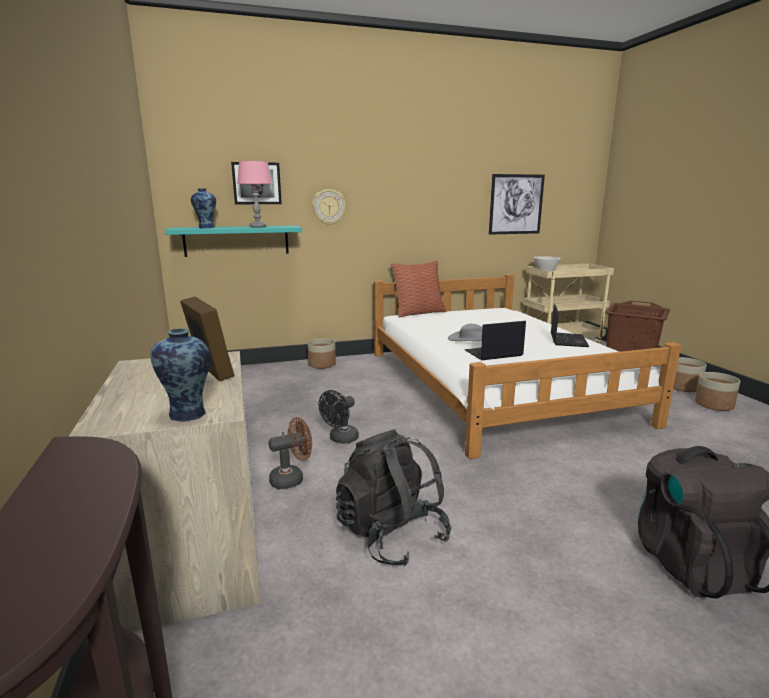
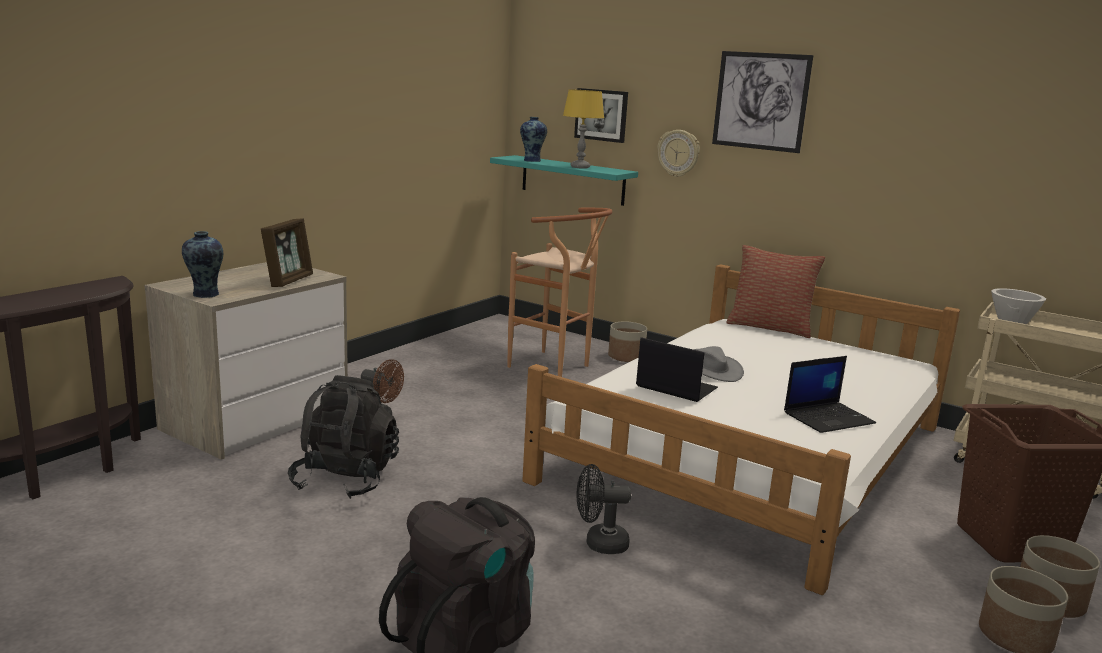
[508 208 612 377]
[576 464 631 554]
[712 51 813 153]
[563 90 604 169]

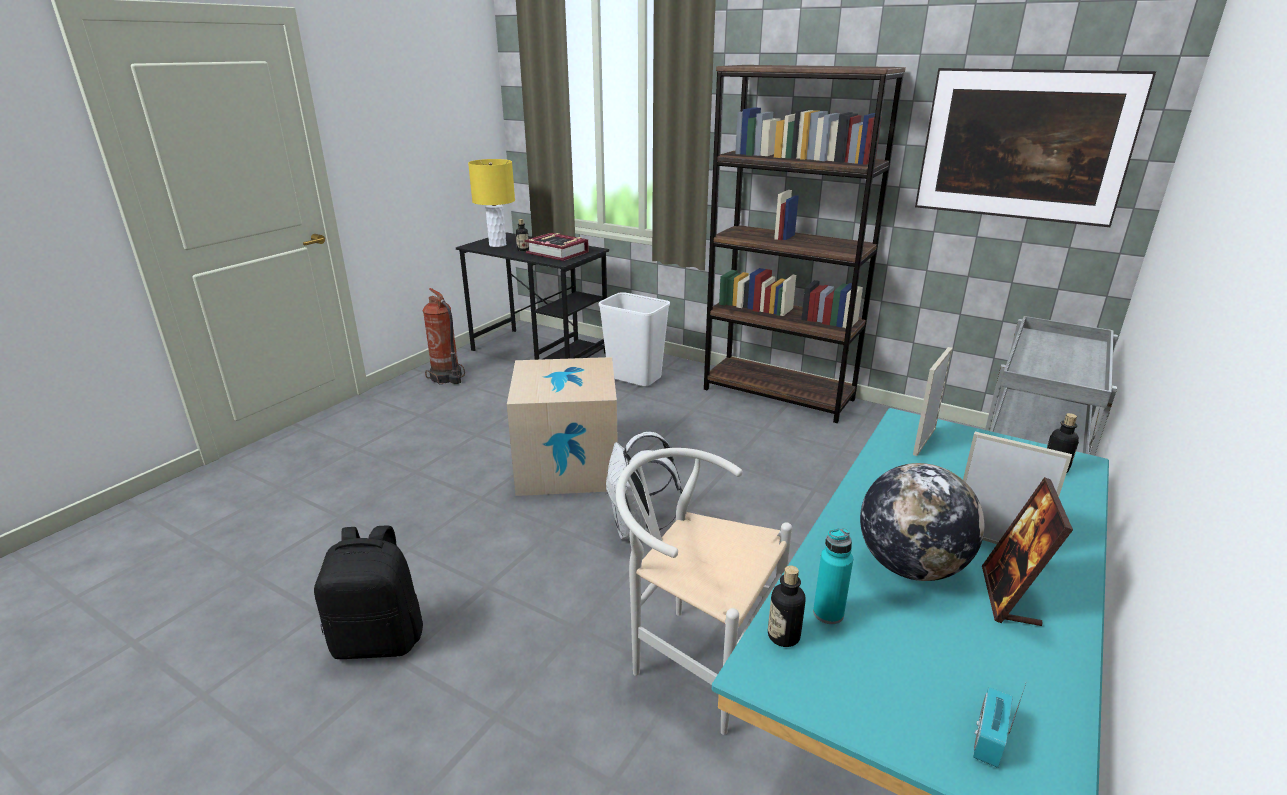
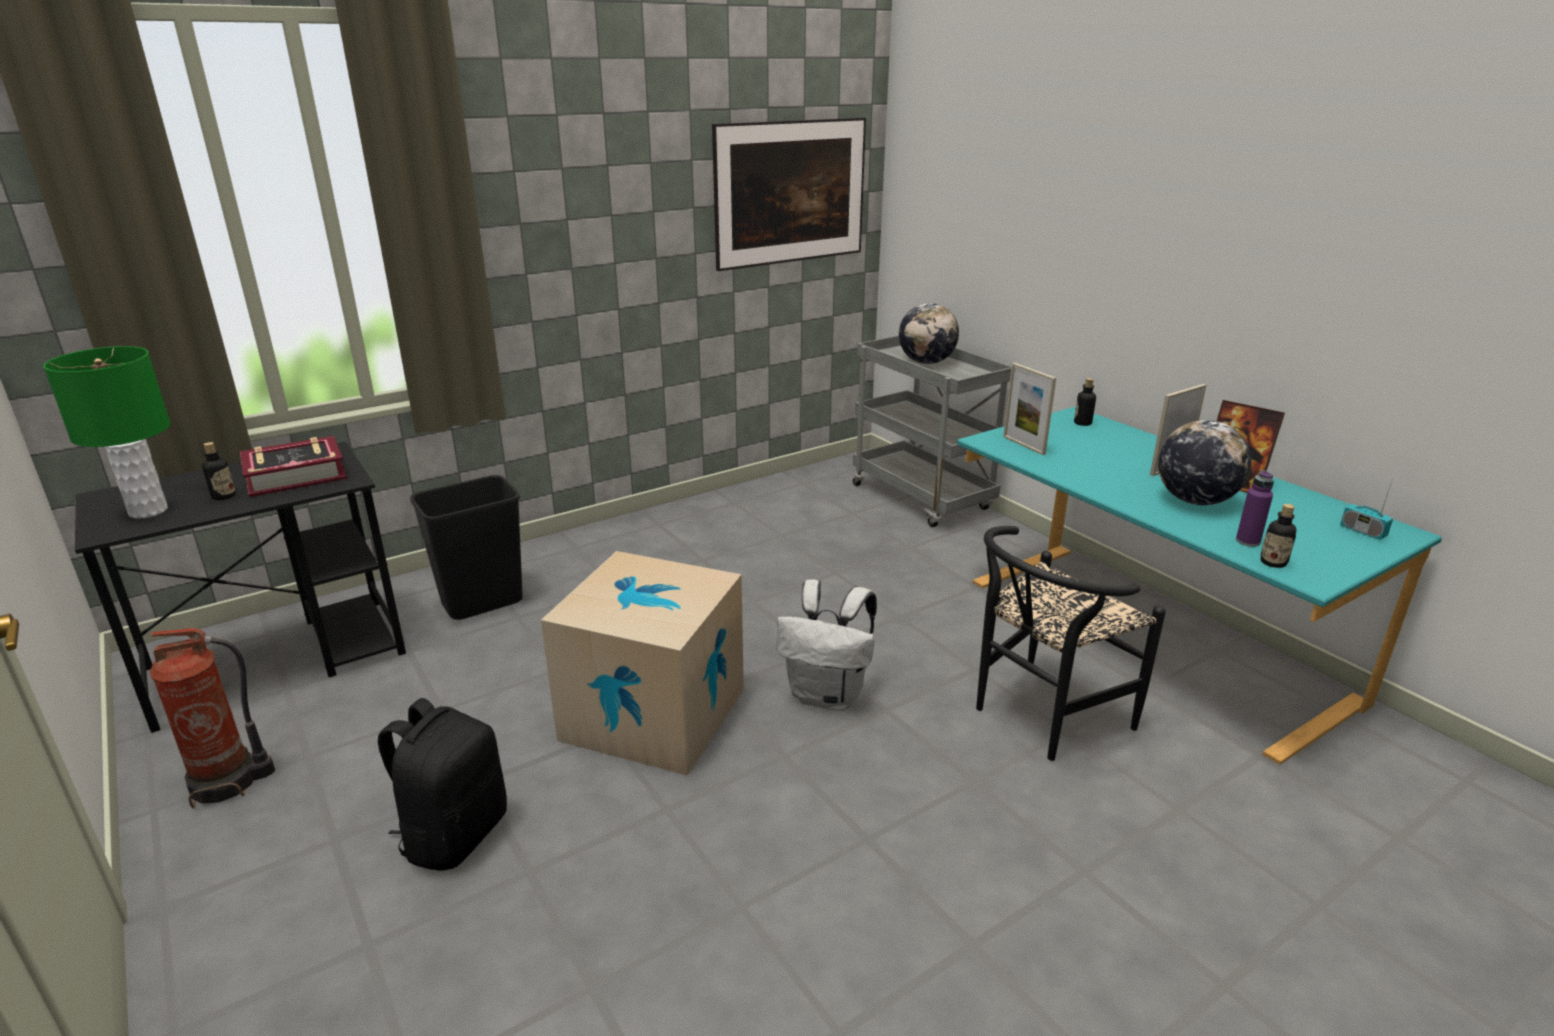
[704 65 906 423] (first image)
[899 303 959 364]
[378 698 507 871]
[43 346 171 519]
[410 475 523 620]
[976 526 1166 761]
[1236 470 1274 547]

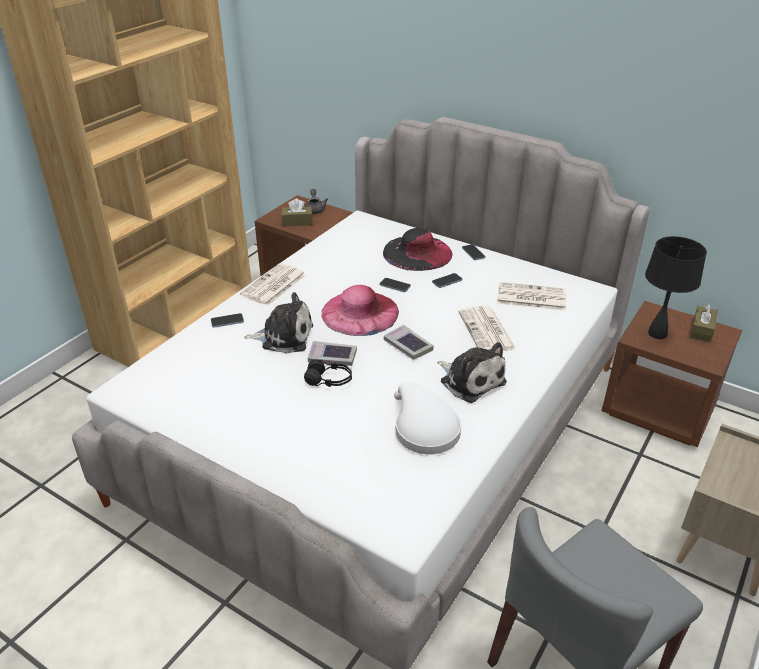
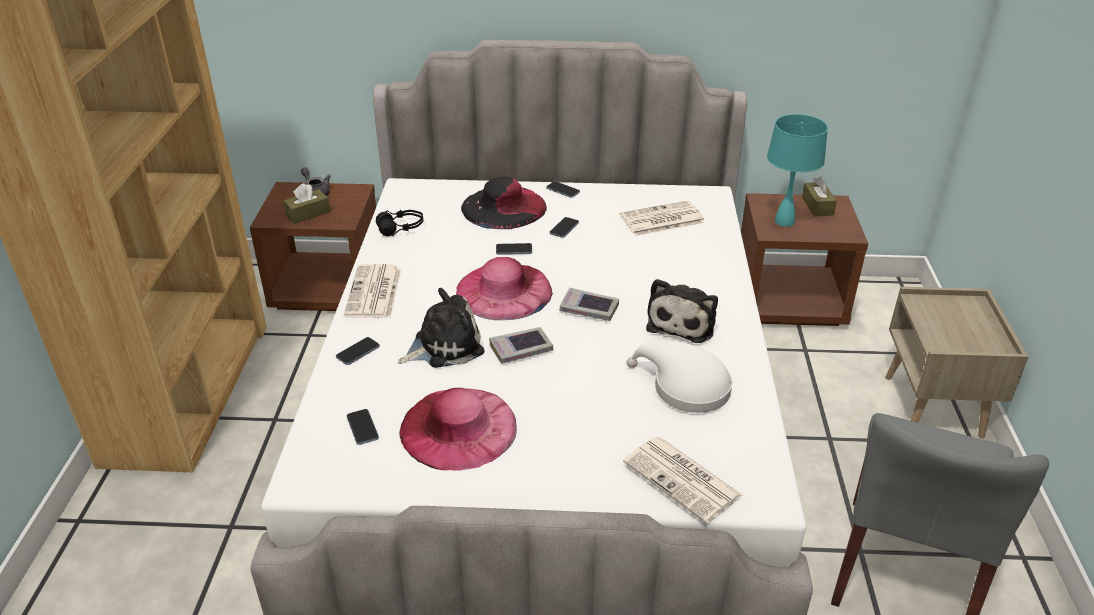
[347 409 379 445]
[399 388 517 471]
[376 210 423 236]
[623 437 743 523]
[767 114 828 227]
[646 279 718 343]

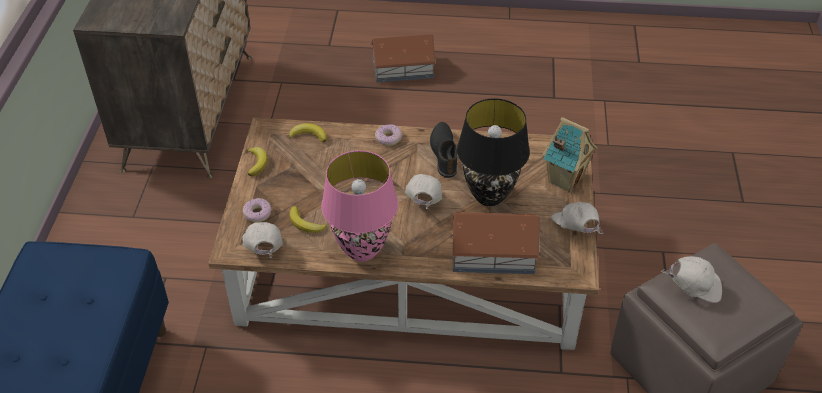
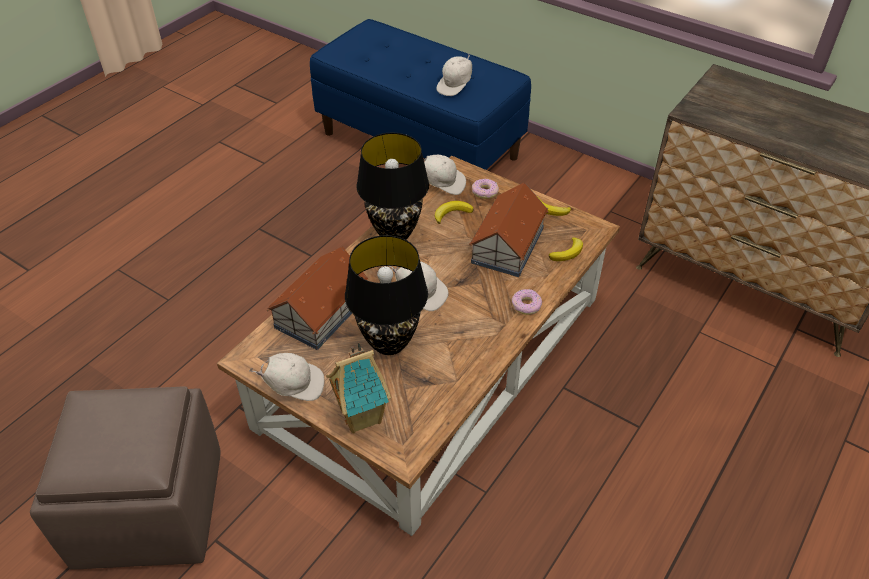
[430 122 457 178] (first image)
[469 182 548 277]
[436 54 472 96]
[356 133 429 240]

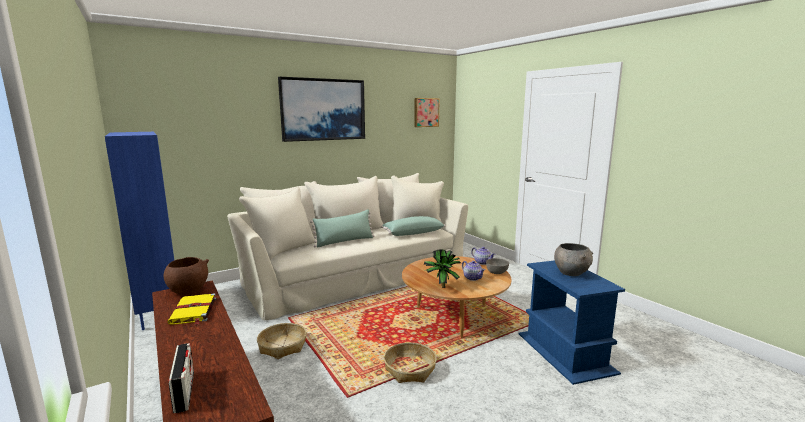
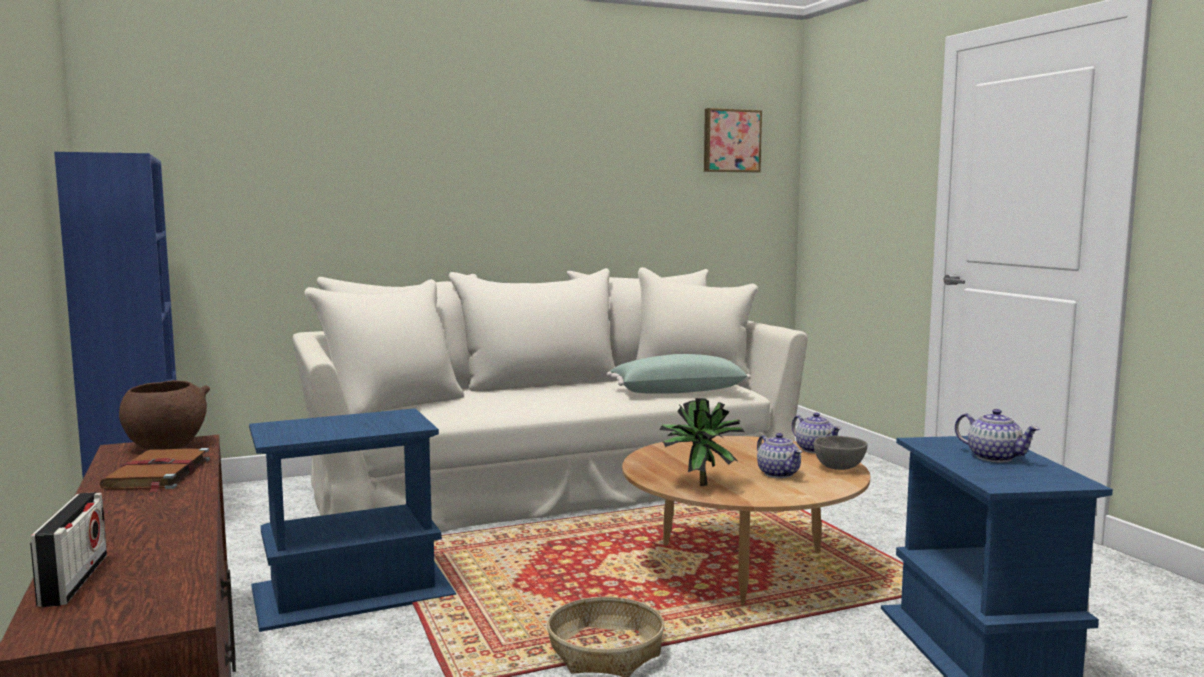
[278 77 365 142] (first image)
[310 209 374 248] (first image)
[249 408 456 632]
[955 409 1040 462]
[100 448 210 492]

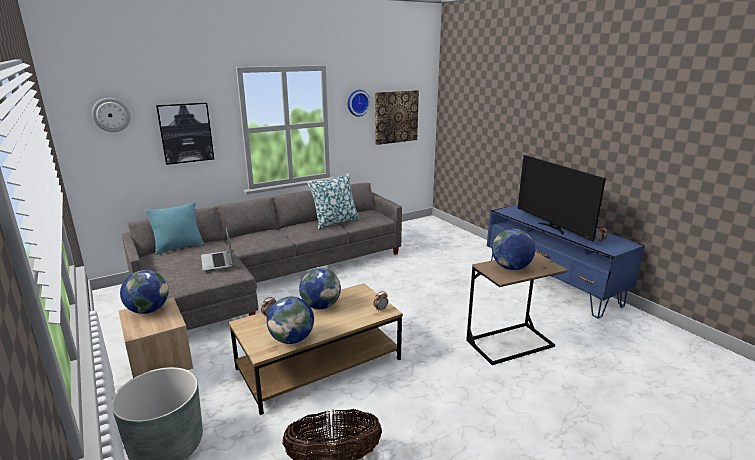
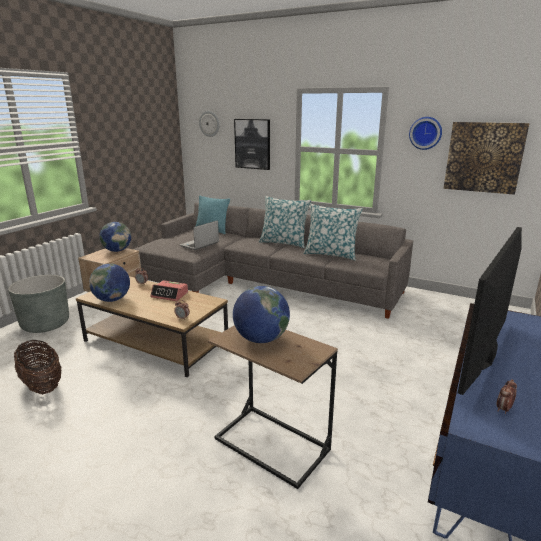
[259 196 311 248]
[150 280 188 301]

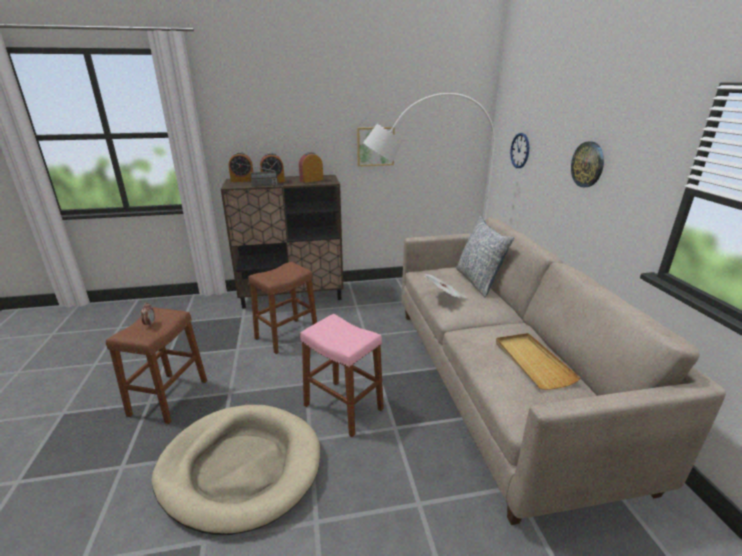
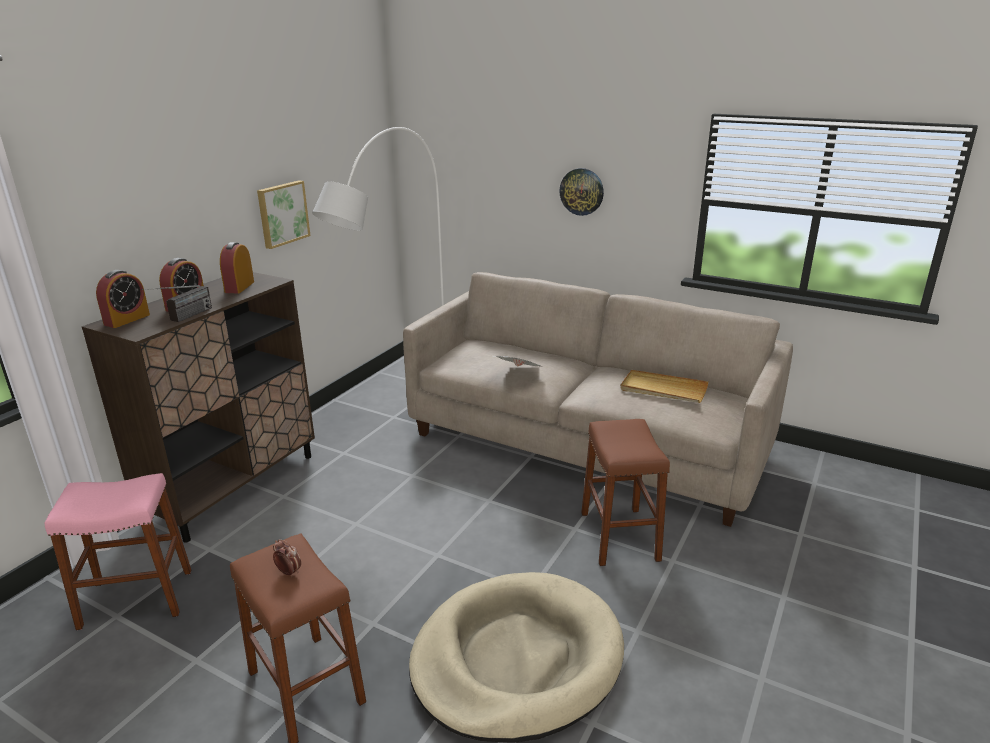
[456 216 514 297] (first image)
[510 133 529 168] (first image)
[581 419 670 566]
[45 473 191 630]

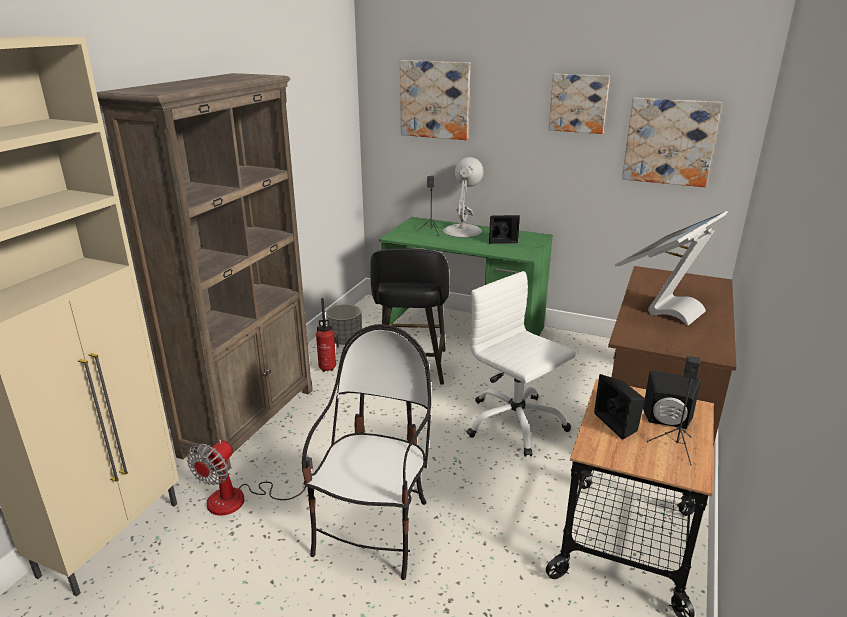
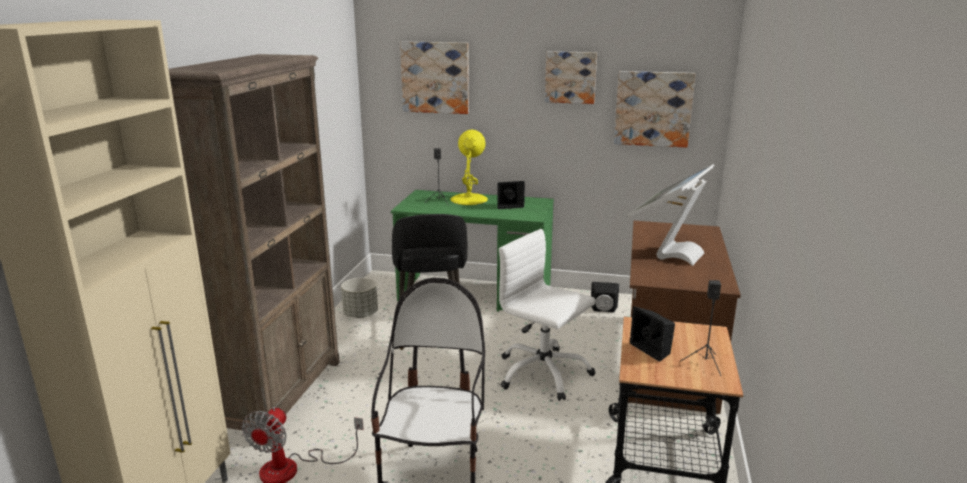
[316 298 338 372] (first image)
[591 282 619 313]
[450 130 488 205]

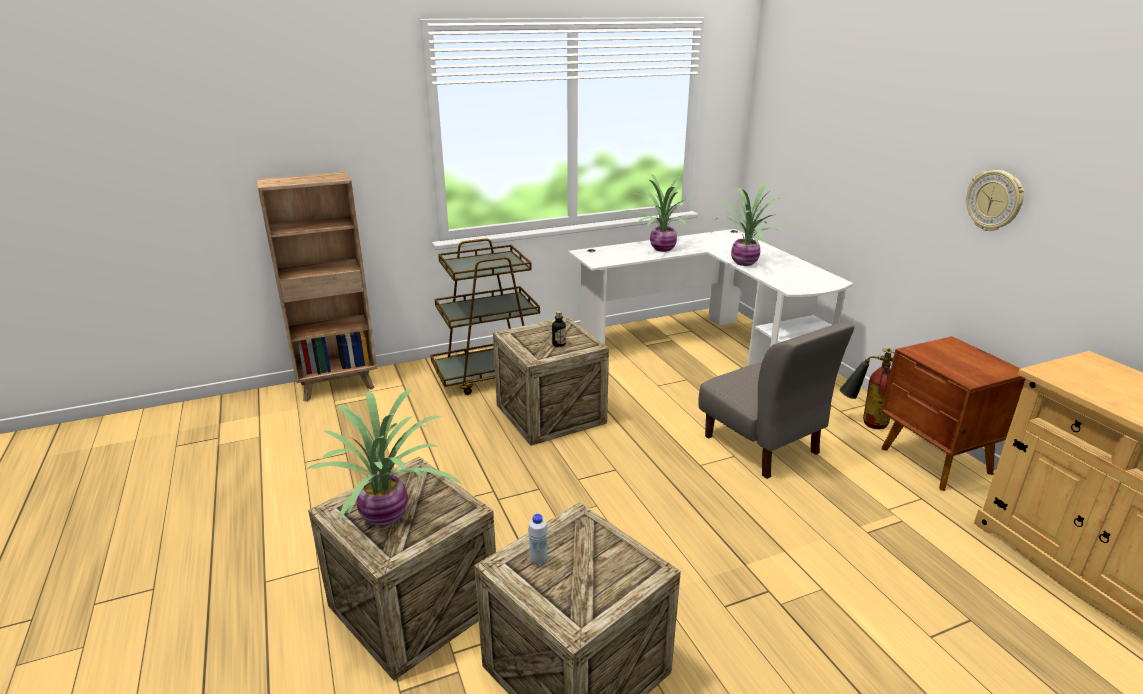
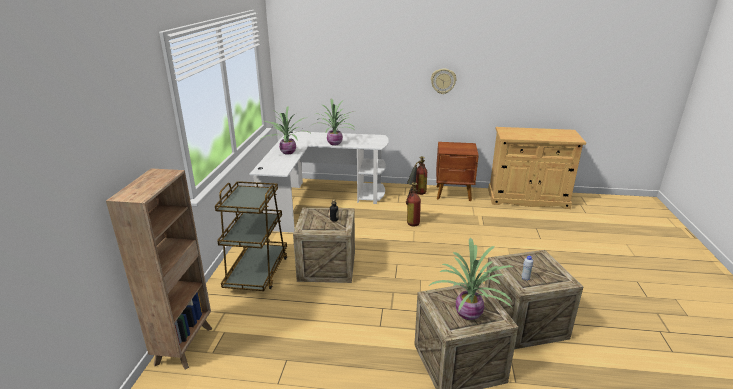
[406 182 421 226]

